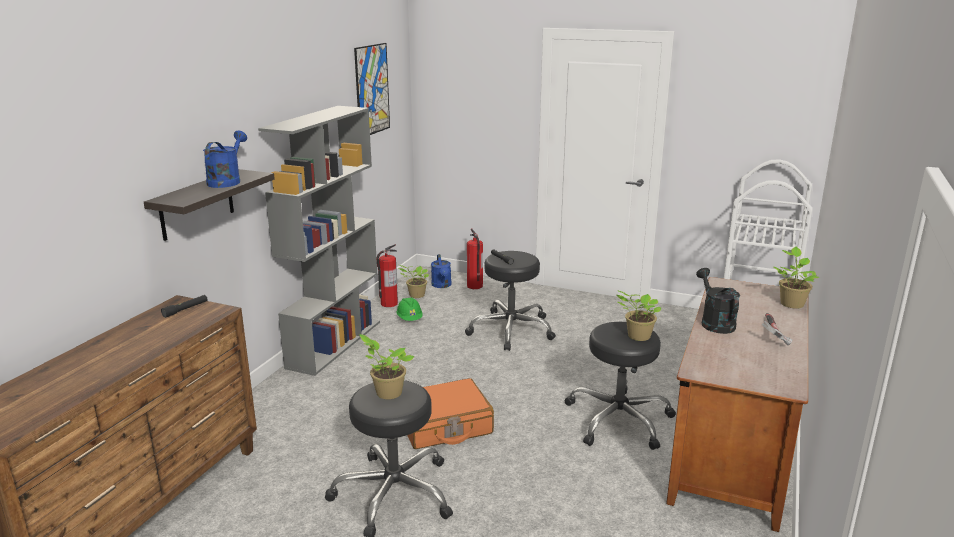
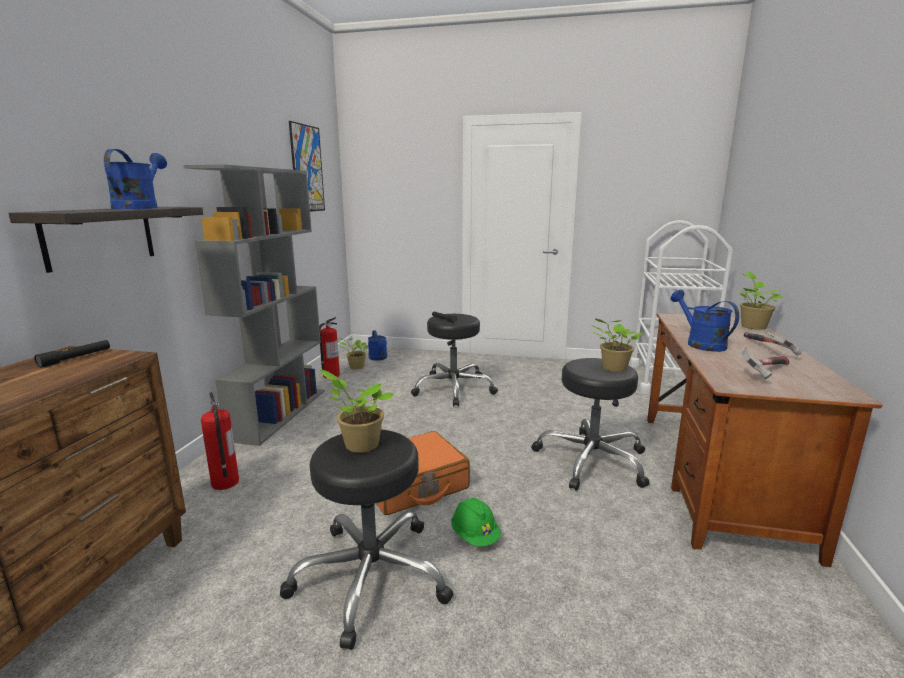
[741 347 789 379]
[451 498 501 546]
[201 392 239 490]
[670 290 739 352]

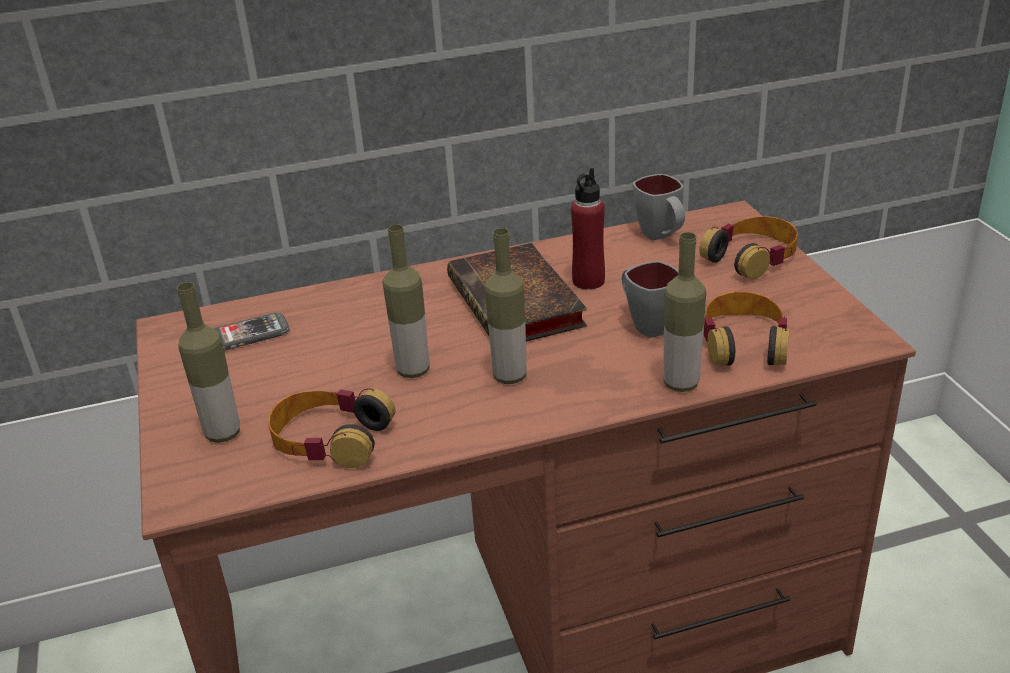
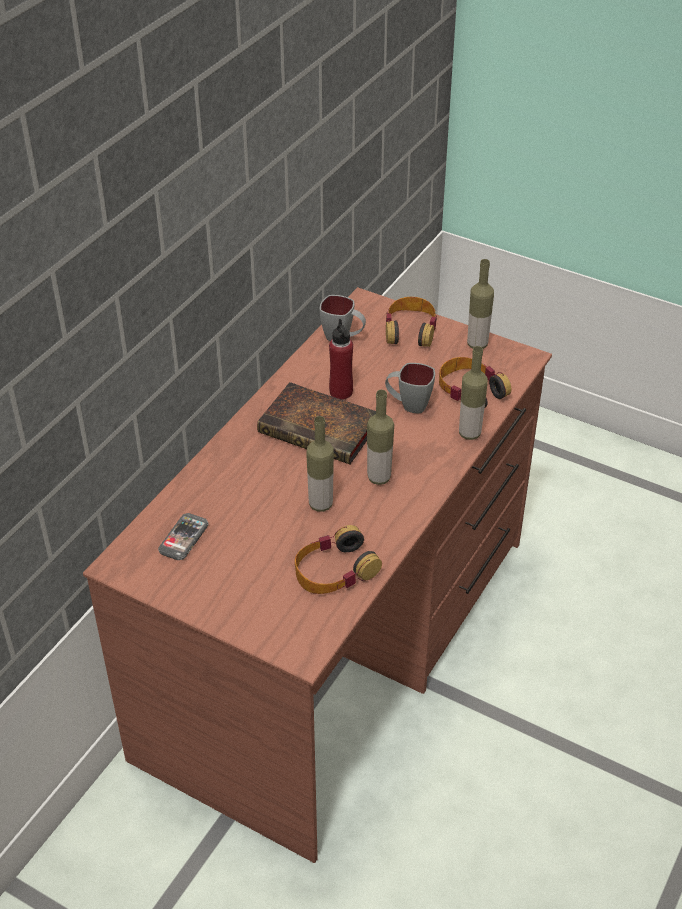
[467 259 494 349]

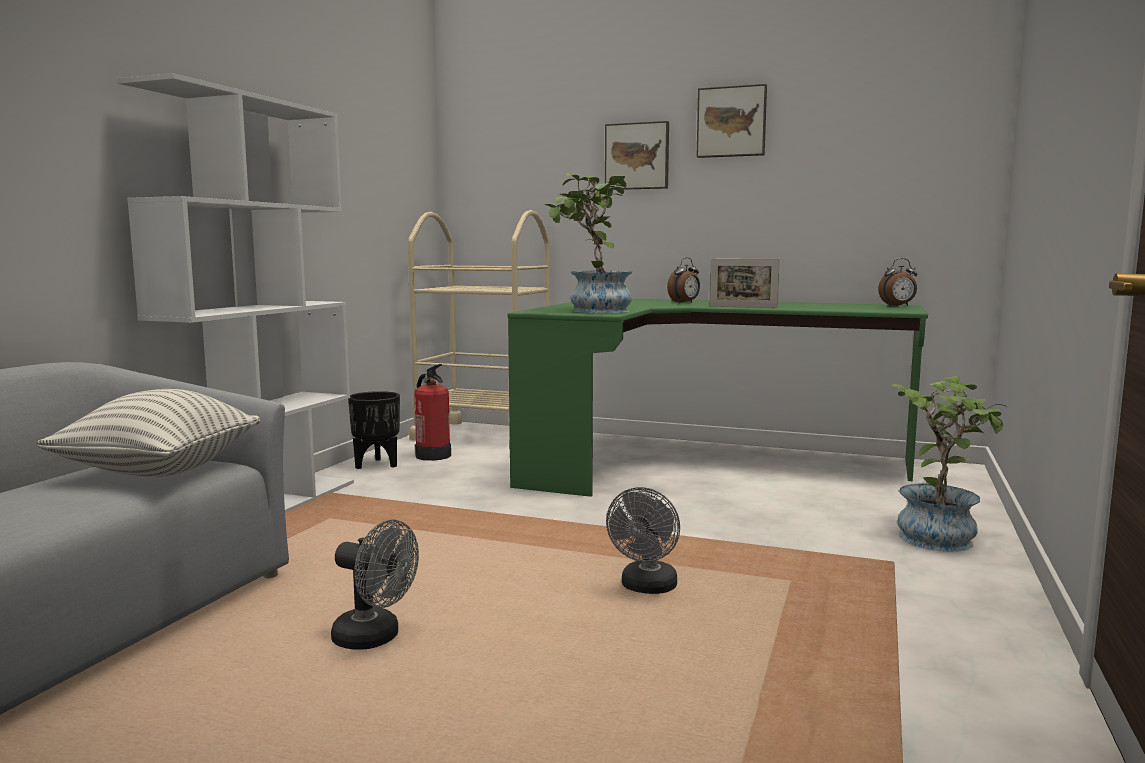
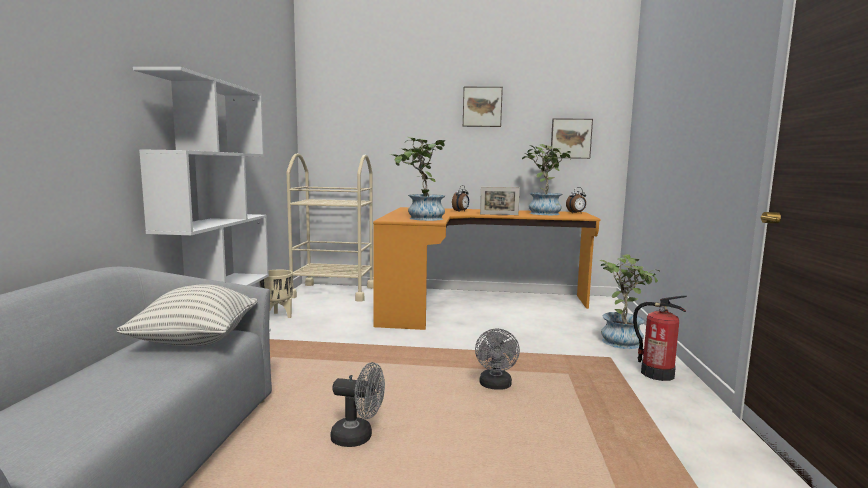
[522 144 571 215]
[633 296 687 381]
[551 118 593 159]
[259 270 293 318]
[373 207 601 330]

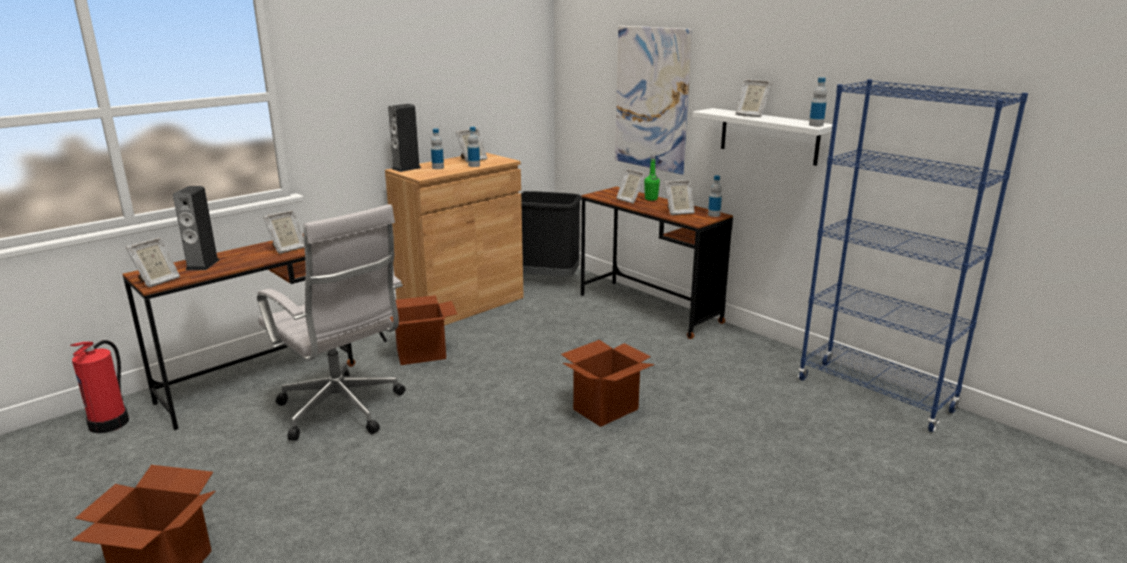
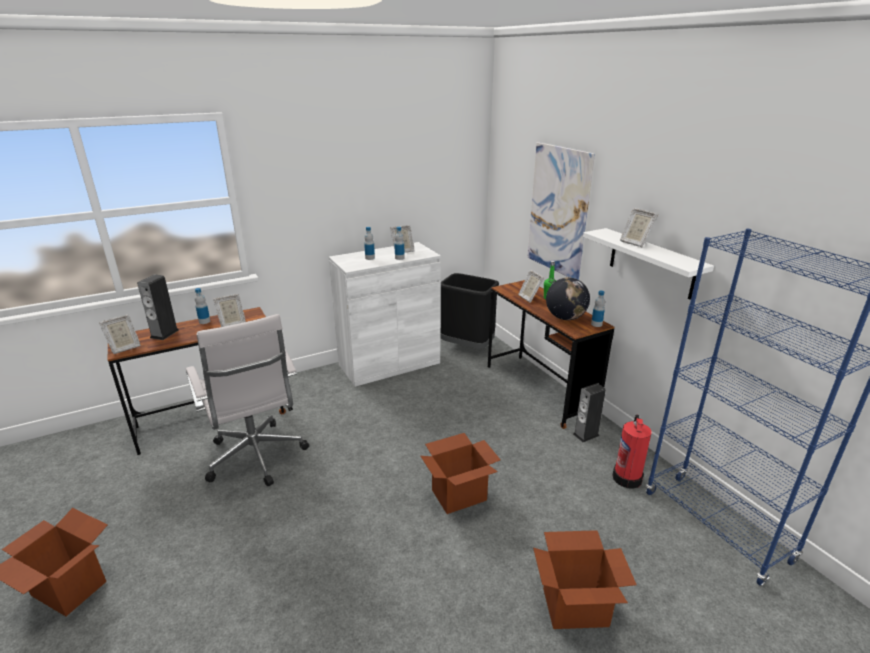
[612 414 652 489]
[573 383 606 442]
[533 530 637 629]
[195 288 210 324]
[546 277 590 320]
[329 242 441 387]

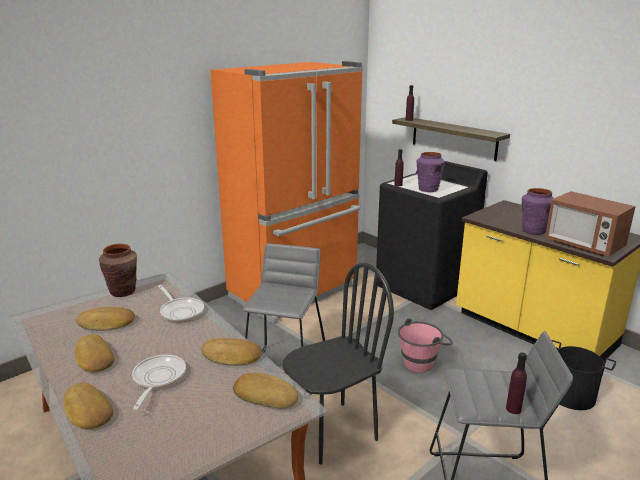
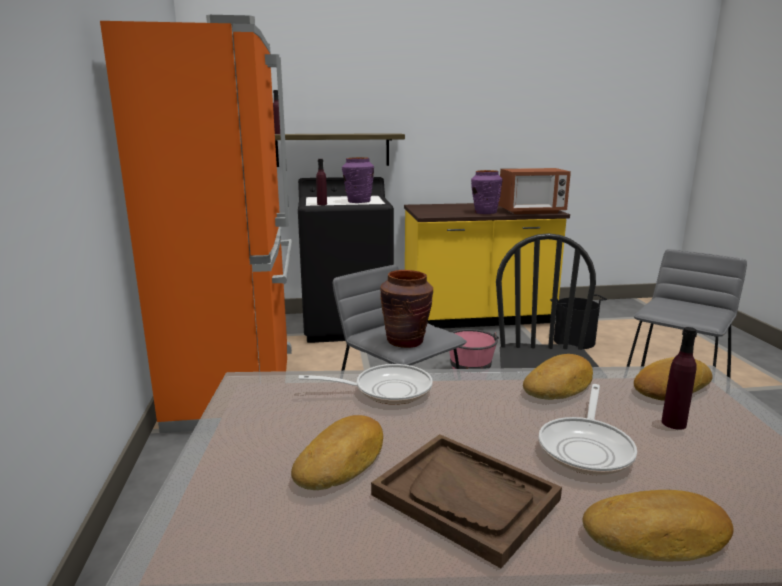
[380 270 433 348]
[662 327 697 430]
[371 434 562 568]
[539 384 637 476]

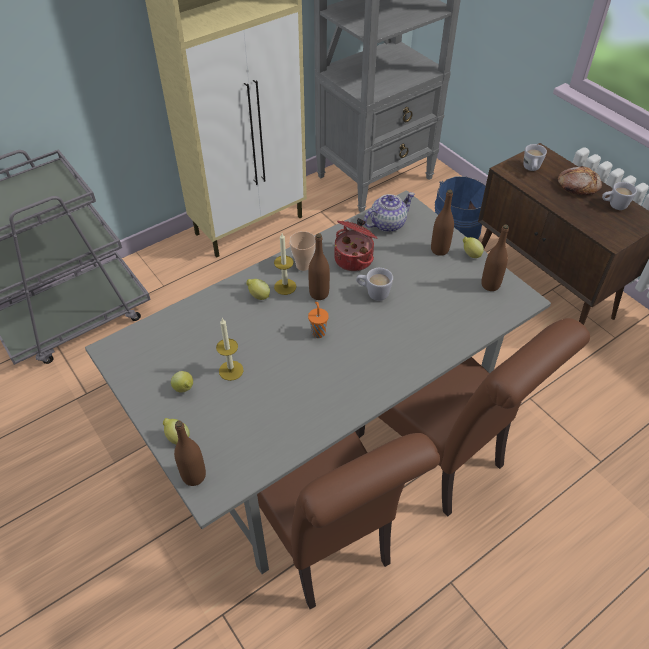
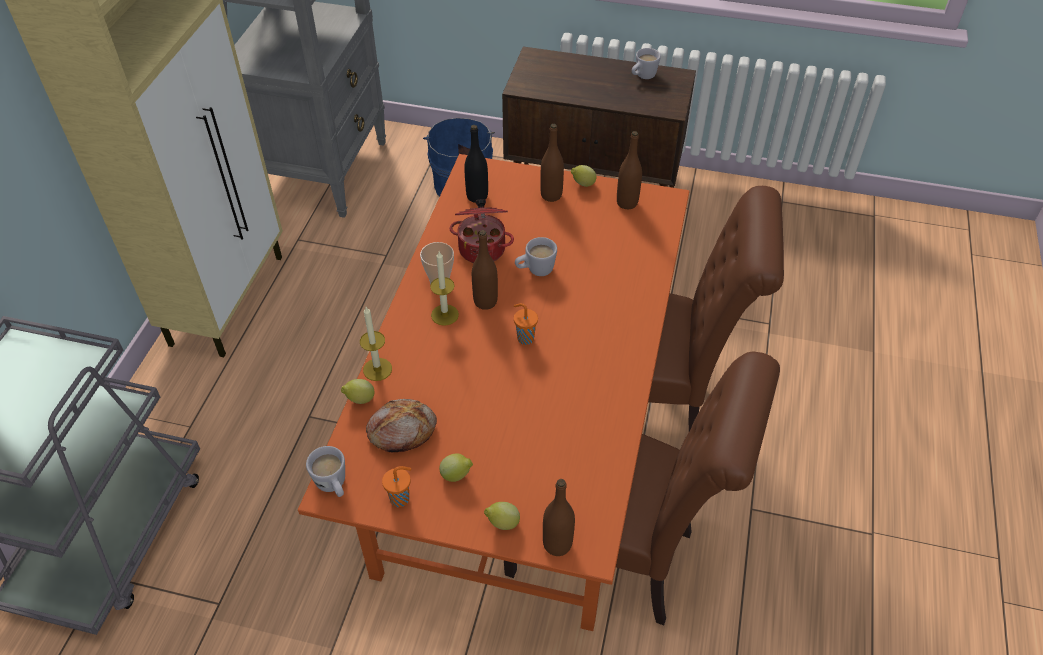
[382 466 412 507]
[360 307 392 381]
[341 379 374 404]
[306 446 345 497]
[366 399 437 452]
[464 125 488 203]
[298 154 689 631]

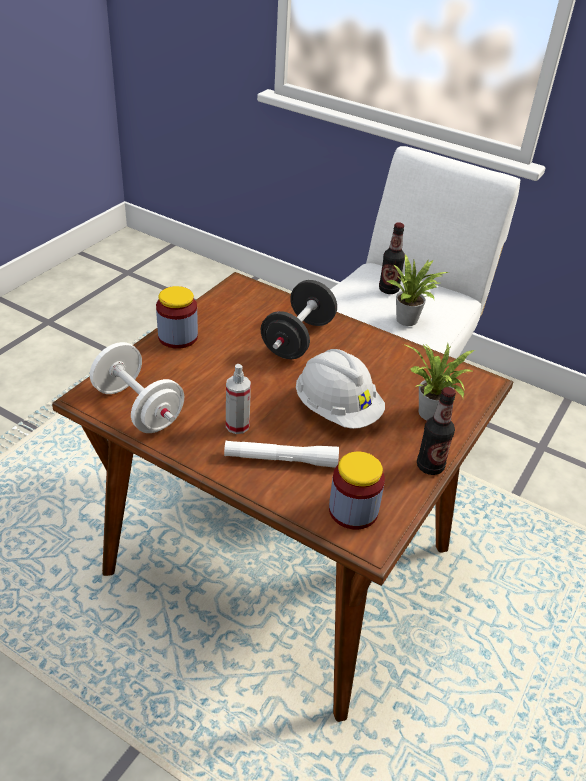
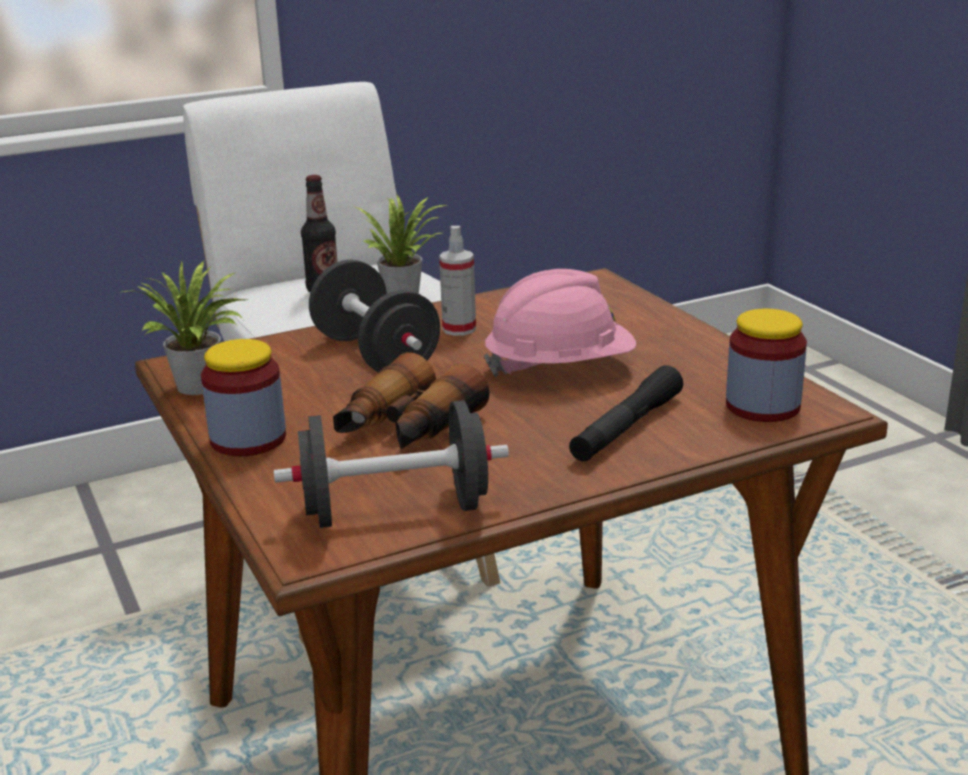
[417 387 456 475] (first image)
[333 352 490 449]
[439 226 476 336]
[118 260 247 395]
[274 400 509 528]
[569 365 683 462]
[484 269 636 377]

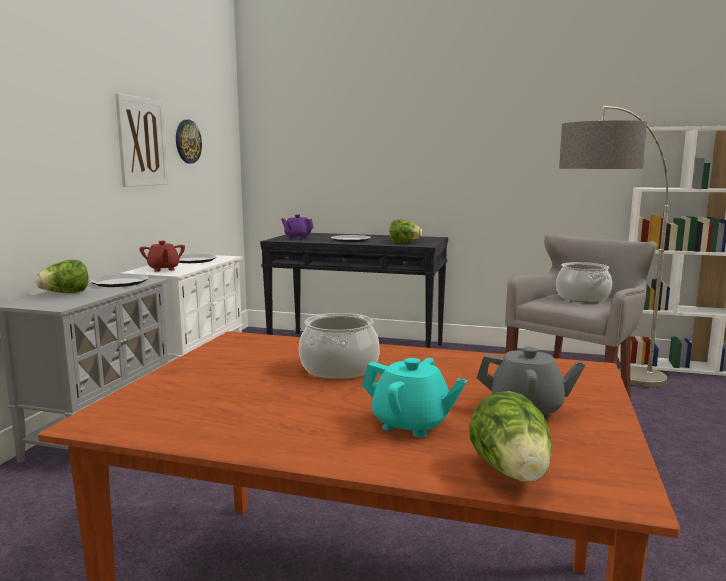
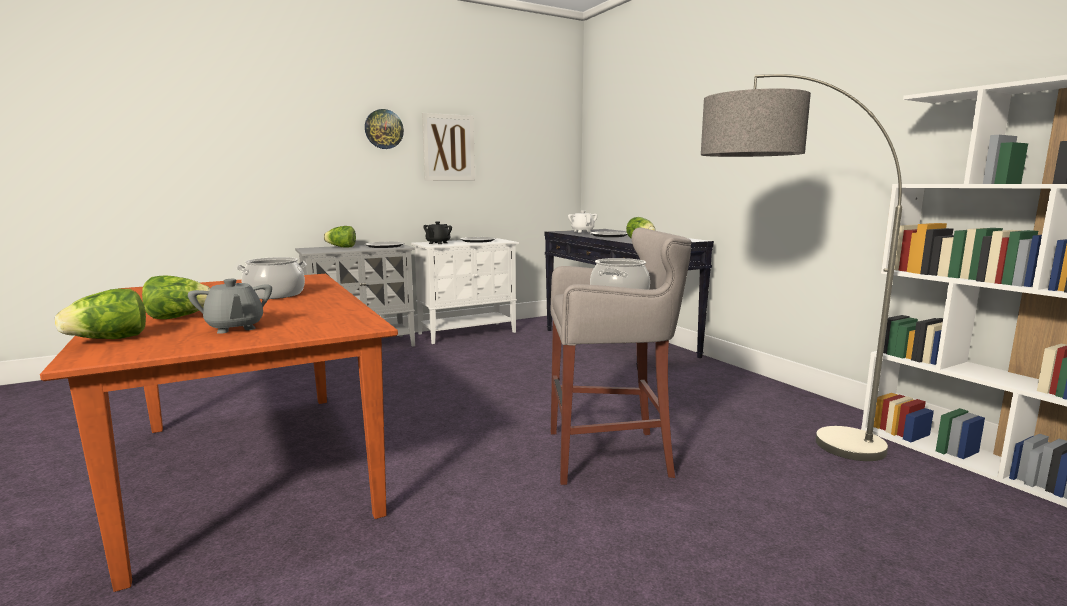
[365 109 404 149]
[142 275 210 319]
[423 221 452 244]
[568 210 598 232]

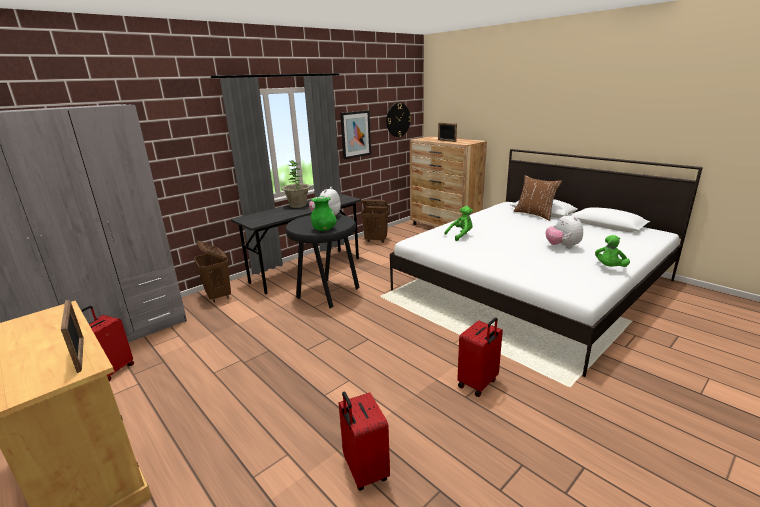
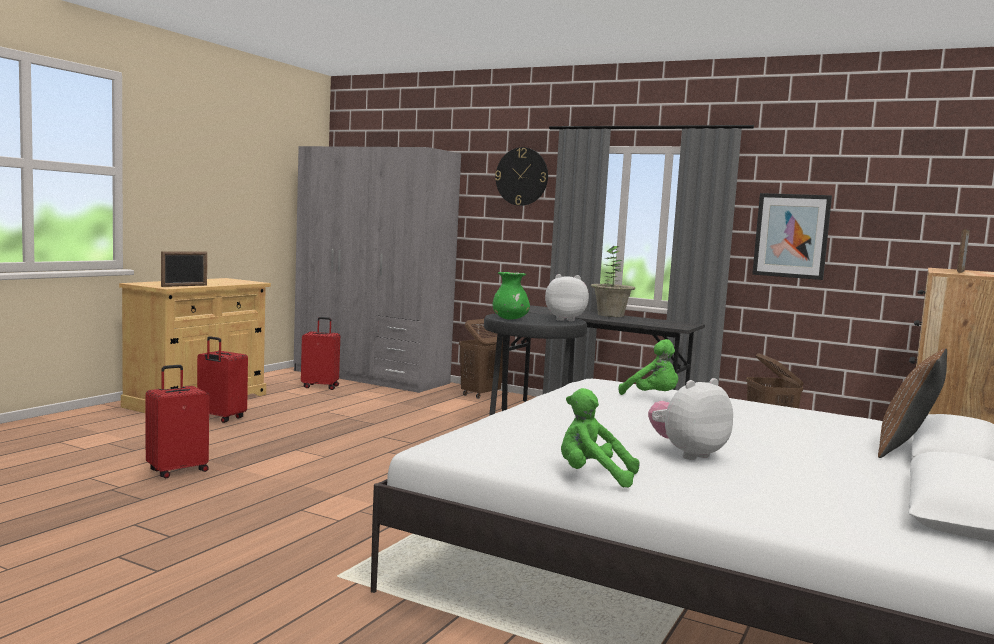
[495 147 548 206]
[197 336 248 423]

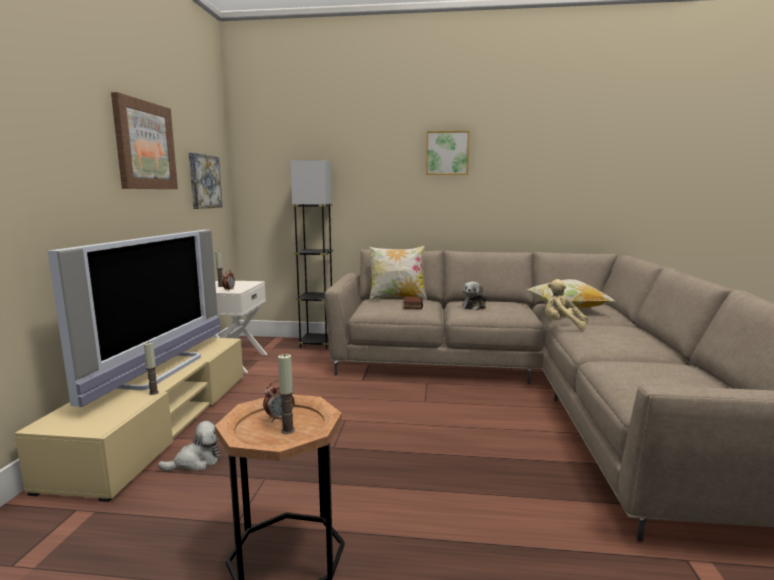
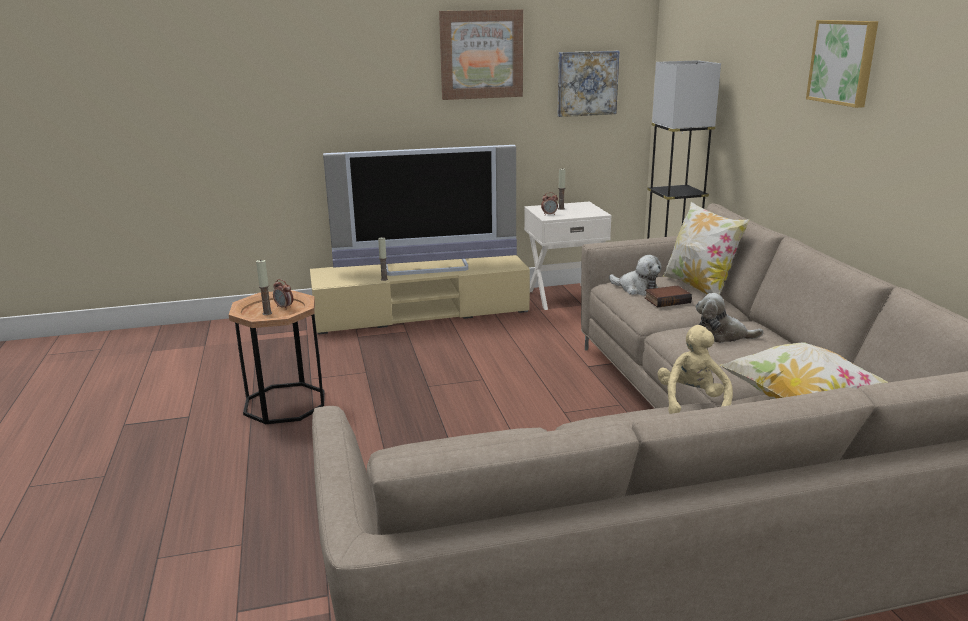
[609 255 662 296]

